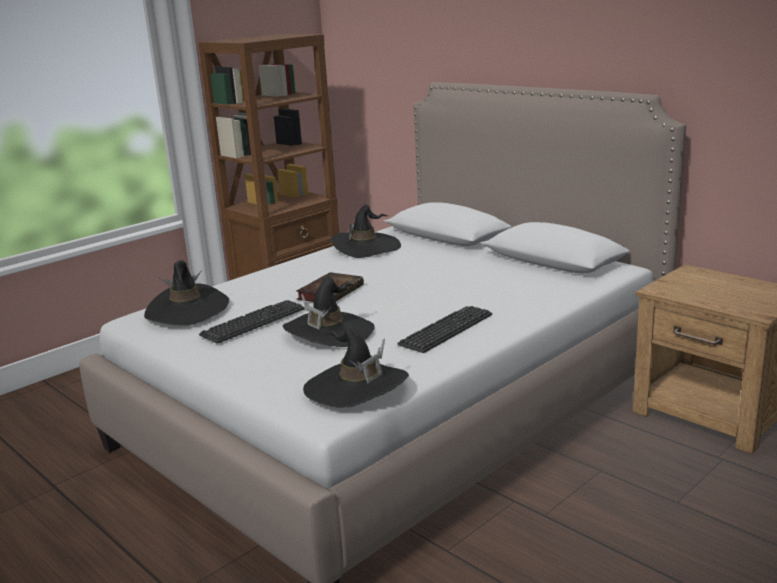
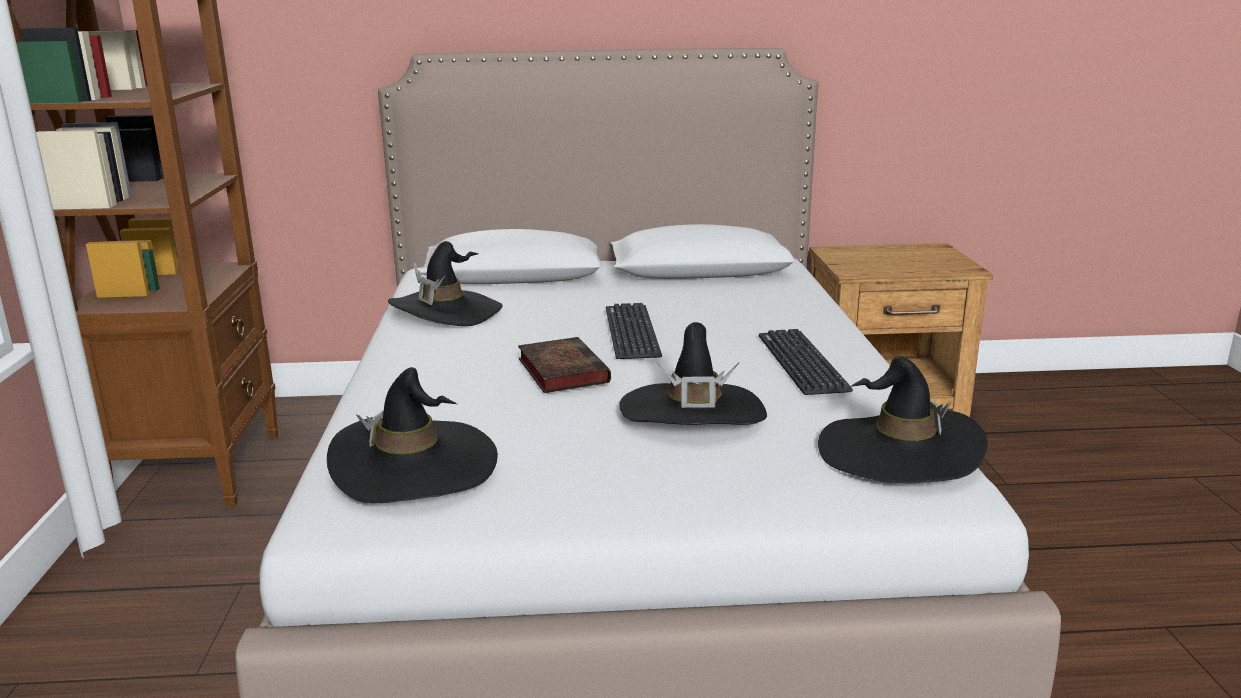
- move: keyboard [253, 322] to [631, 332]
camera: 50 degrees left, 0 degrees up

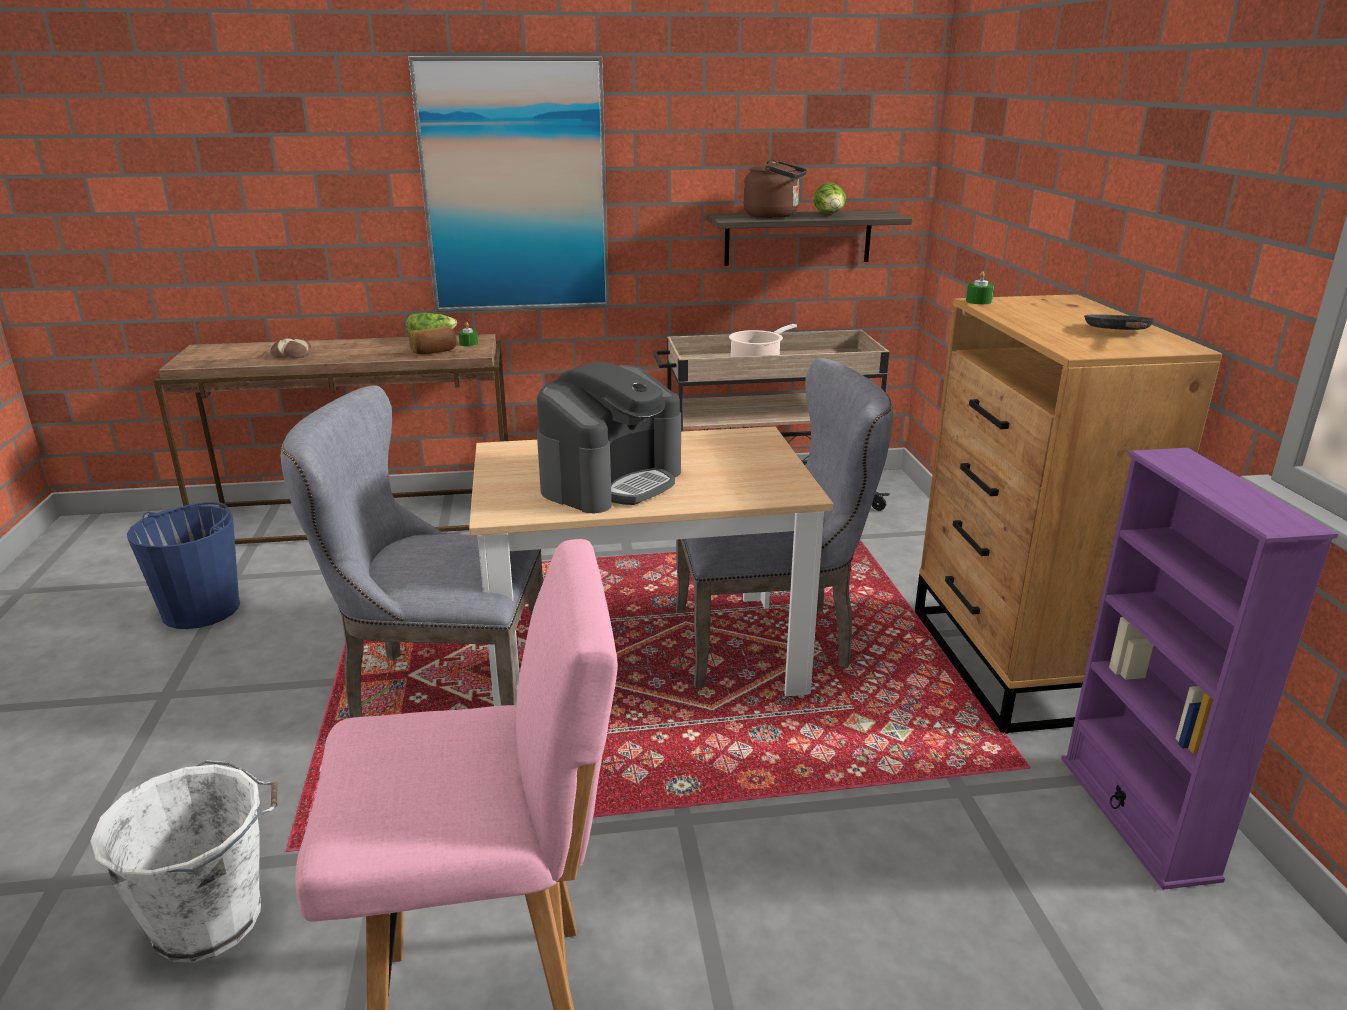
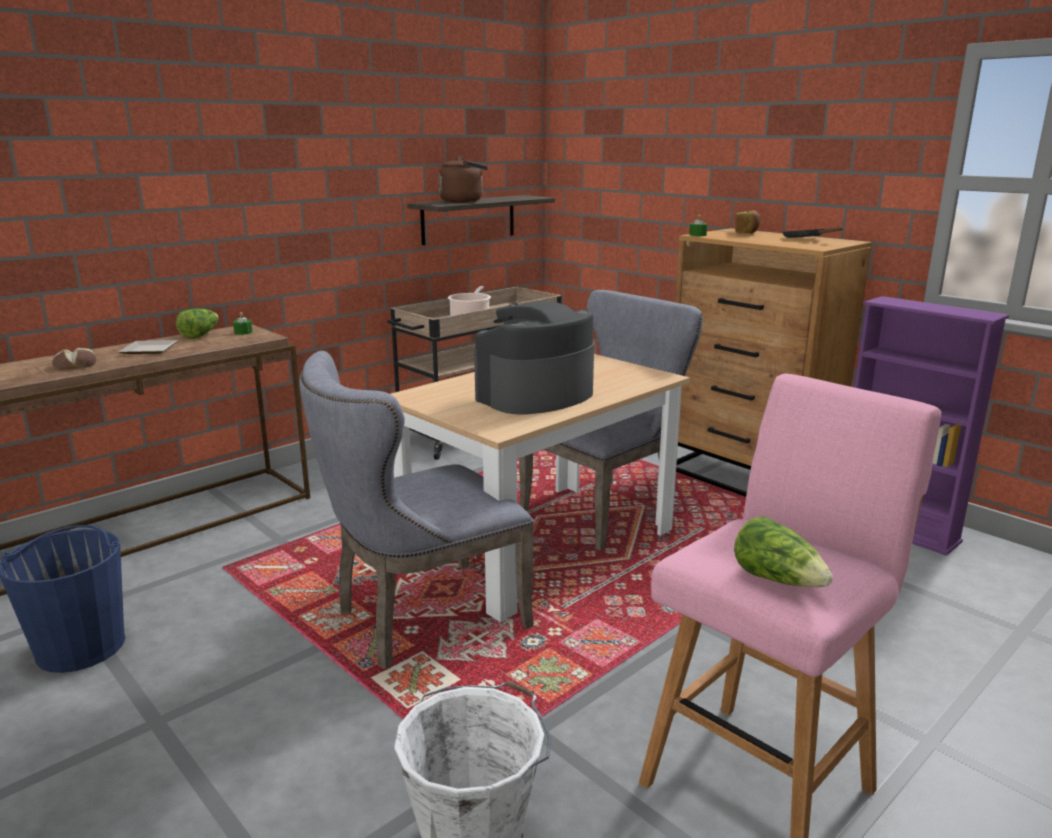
- insert: plate [151, 349]
- rotate: coffee machine [611, 481] = [535, 396] 135 degrees counterclockwise
- move: lettuce [830, 214] to [778, 580]
- move: bread [434, 352] to [746, 233]
- delete: picture [515, 188]
camera: 35 degrees left, 5 degrees down

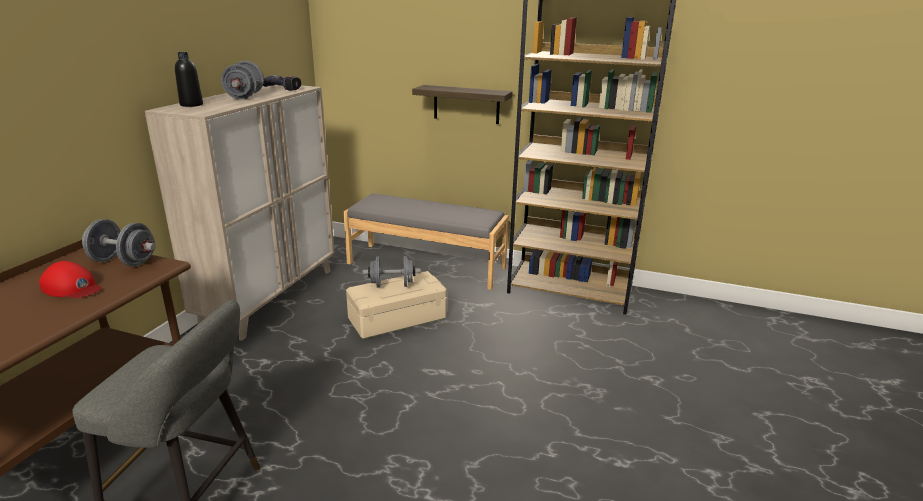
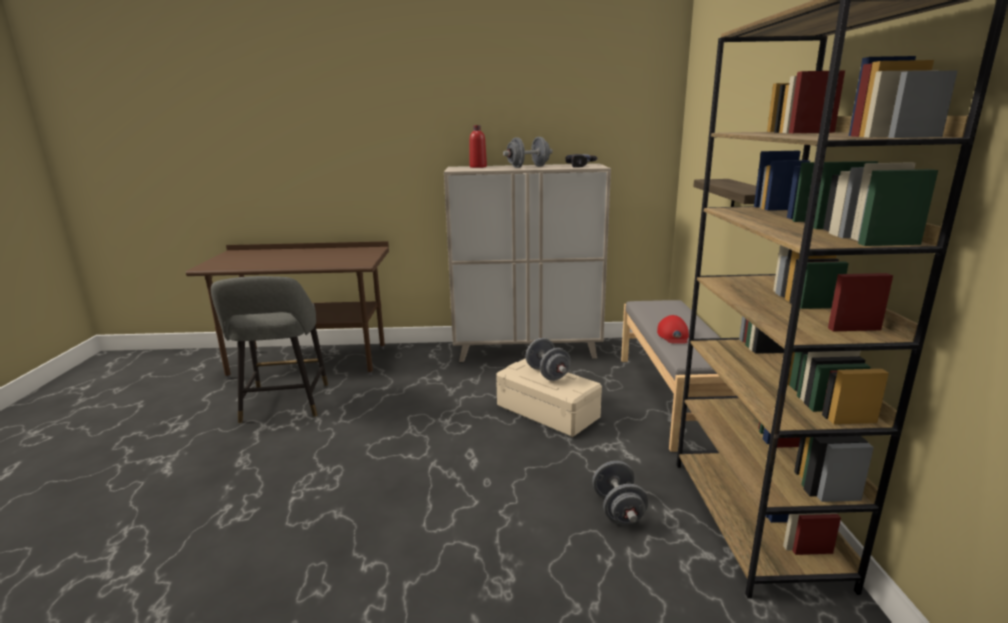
- recolor: black bottle [191, 105] to red bottle [478, 167]
- move: grey dumbbell [123, 262] to [618, 509]
- move: red cap [72, 287] to [673, 335]
camera: 70 degrees right, 5 degrees down

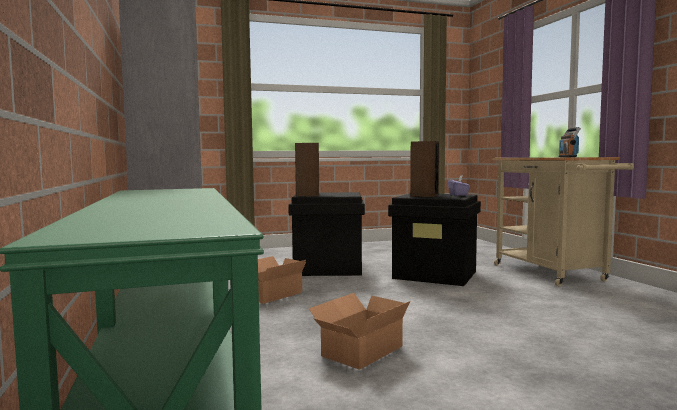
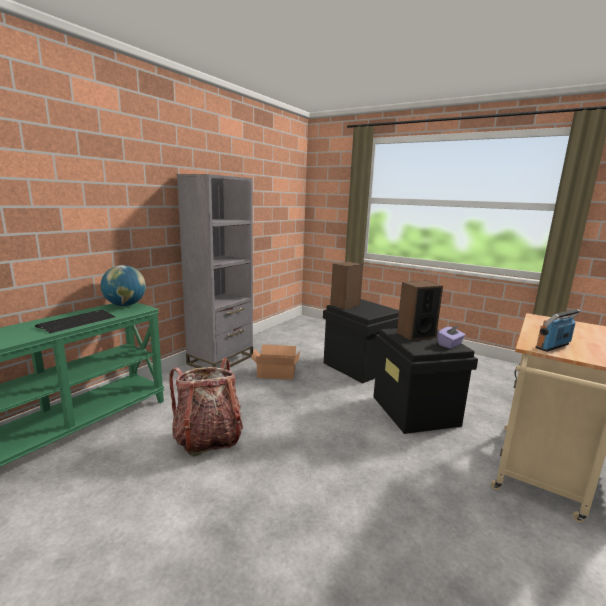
- insert: keyboard [77, 322]
- insert: globe [125, 305]
- replace: cardboard box [359, 351] to backpack [208, 438]
camera: 50 degrees right, 10 degrees up

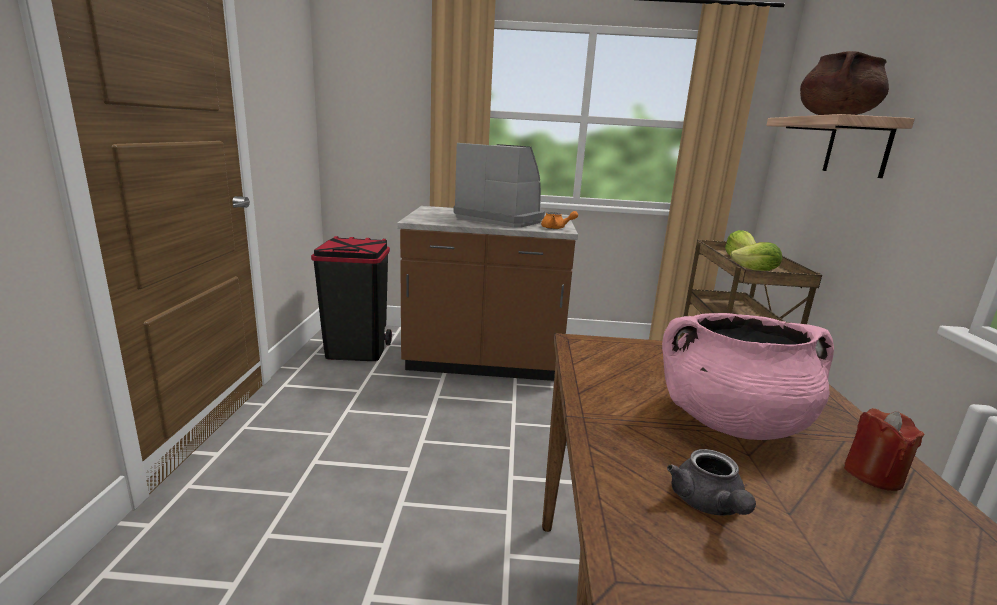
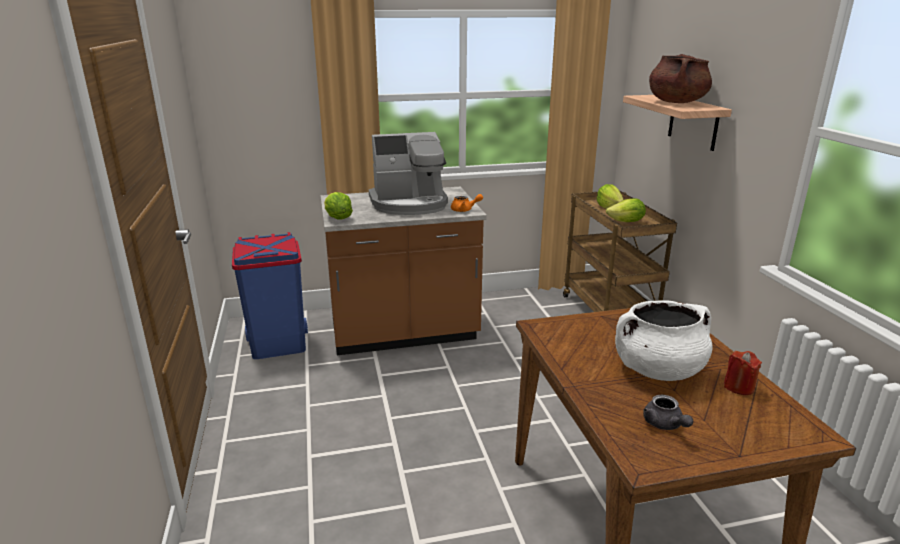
- recolor: black trash can [356, 350] to blue trash can [278, 344]
- insert: lettuce [337, 218]
- rotate: coffee machine [501, 219] = [409, 204] 150 degrees clockwise
- recolor: pink cooking pot [730, 422] to white cooking pot [657, 370]
camera: 15 degrees left, 5 degrees up

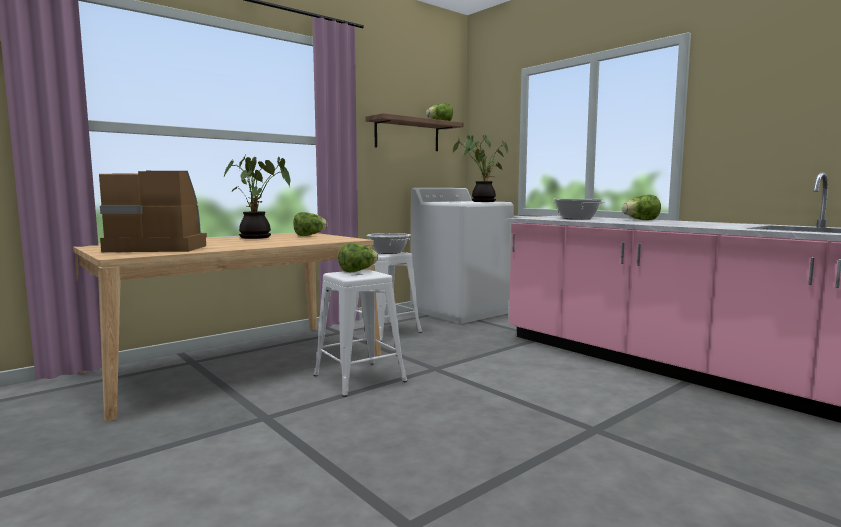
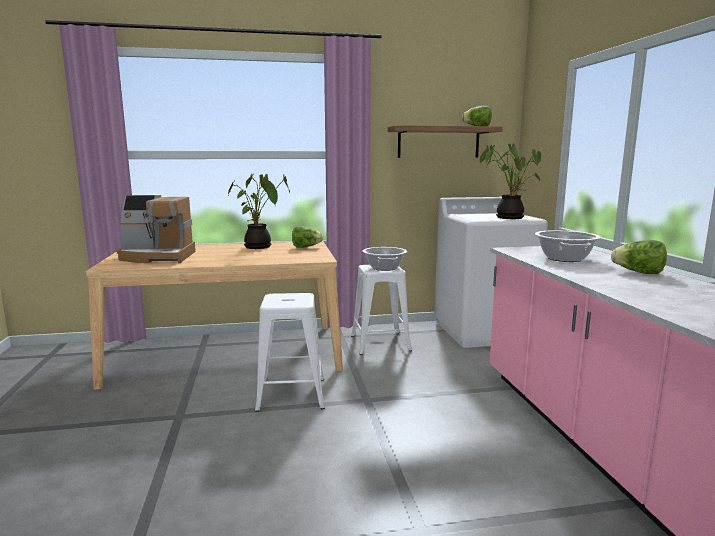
- rotate: coffee machine [158, 247] = [158, 257] 150 degrees clockwise
- delete: lettuce [357, 271]
camera: 30 degrees right, 5 degrees up

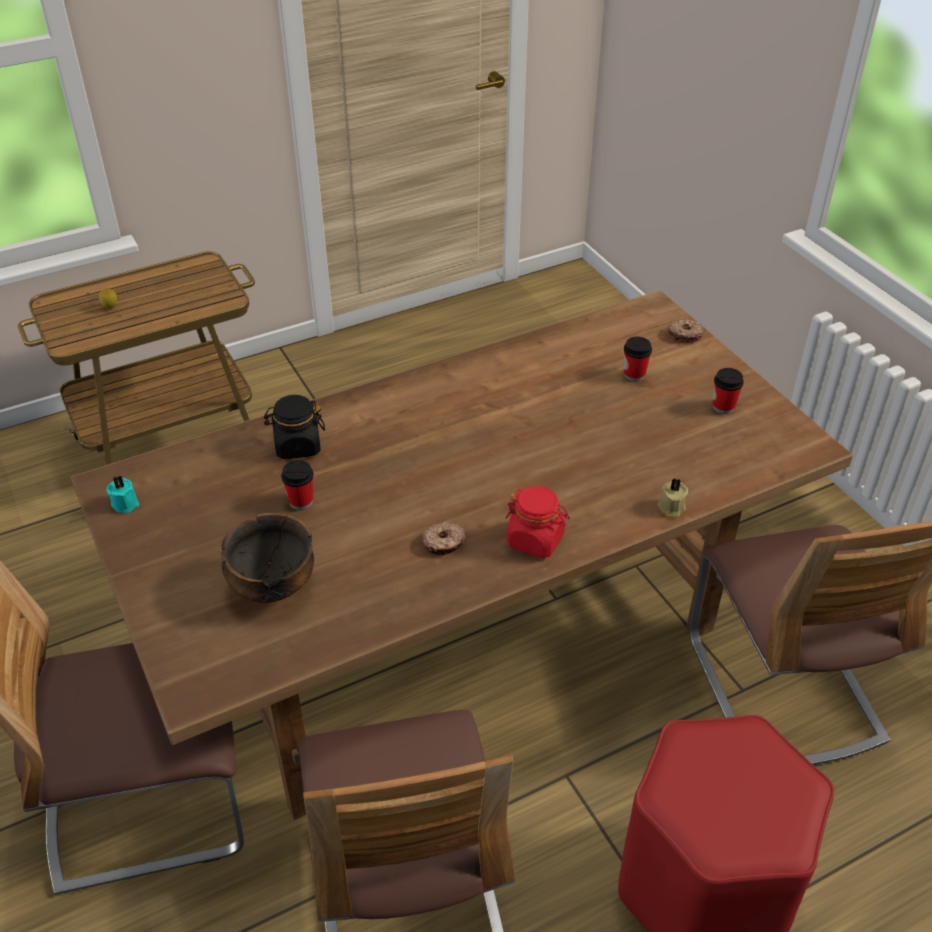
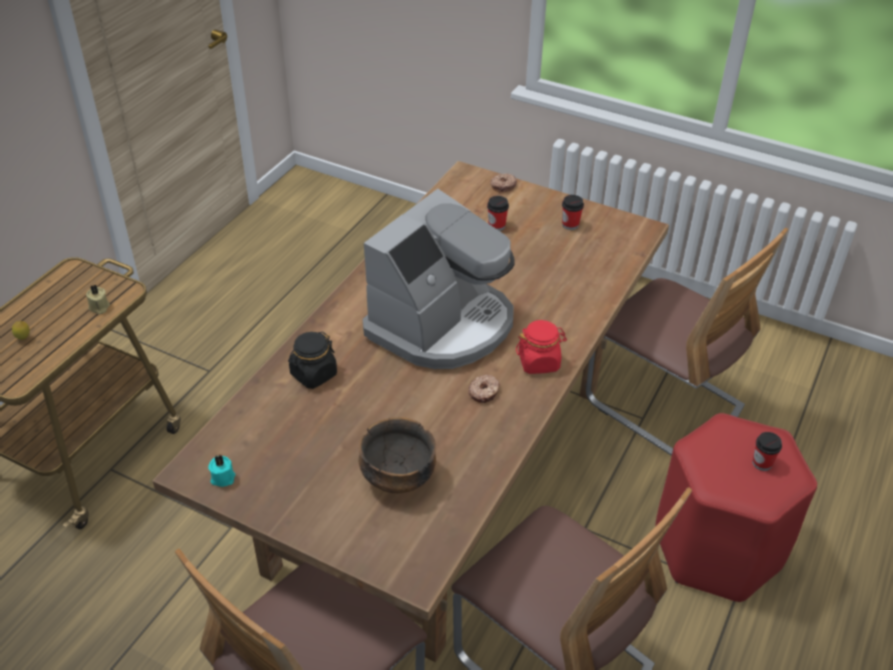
- move: beige candle [671, 508] to [99, 307]
- insert: coffee machine [442, 325]
- move: cup [301, 501] to [762, 463]
camera: 35 degrees left, 0 degrees up

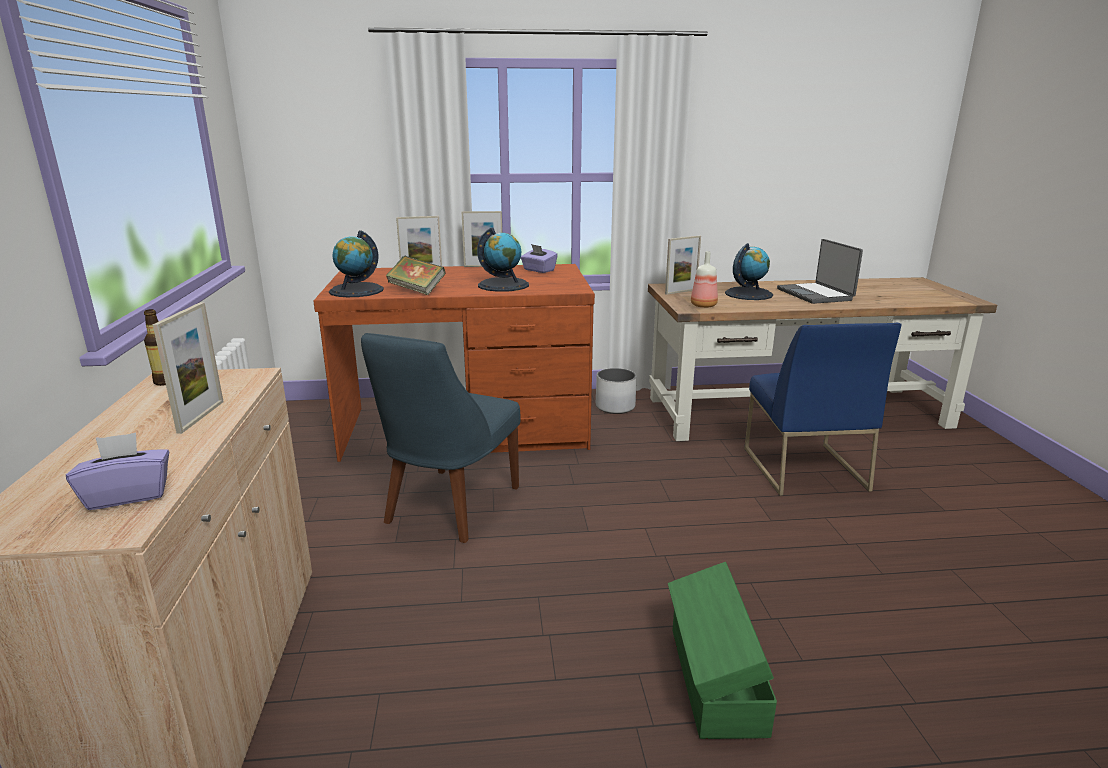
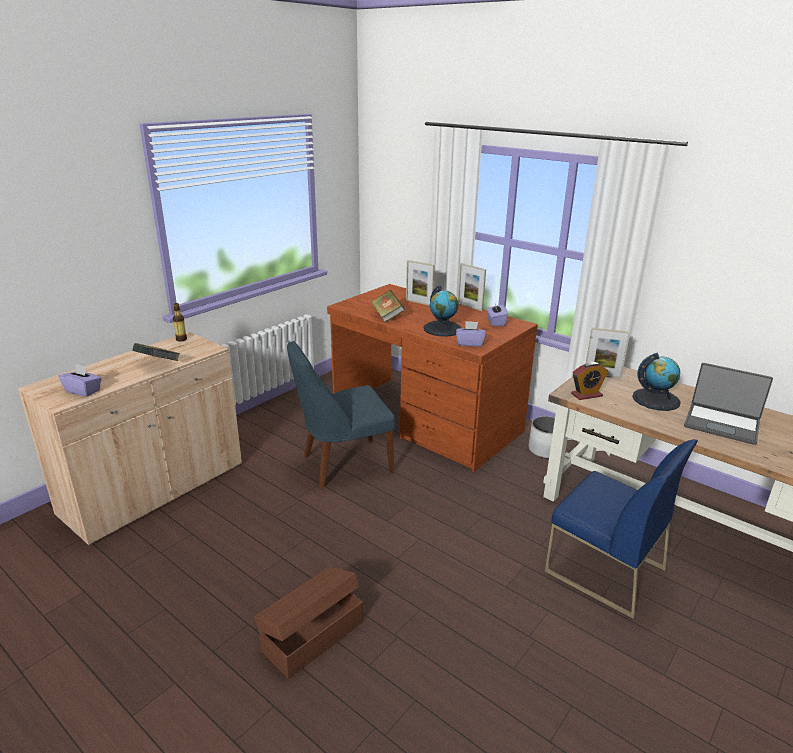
- replace: picture frame [201, 416] to book [158, 364]
- recolor: green storage box [714, 680] to brown storage box [311, 636]
- insert: purple tissue box [470, 343]
- rotate: blue chair [802, 468] = [604, 570] 90 degrees counterclockwise
- replace: bottle [703, 305] to alarm clock [586, 395]
- rotate: laptop [815, 294] = [721, 424] 90 degrees counterclockwise
- delete: globe [356, 290]
camera: 45 degrees right, 5 degrees up

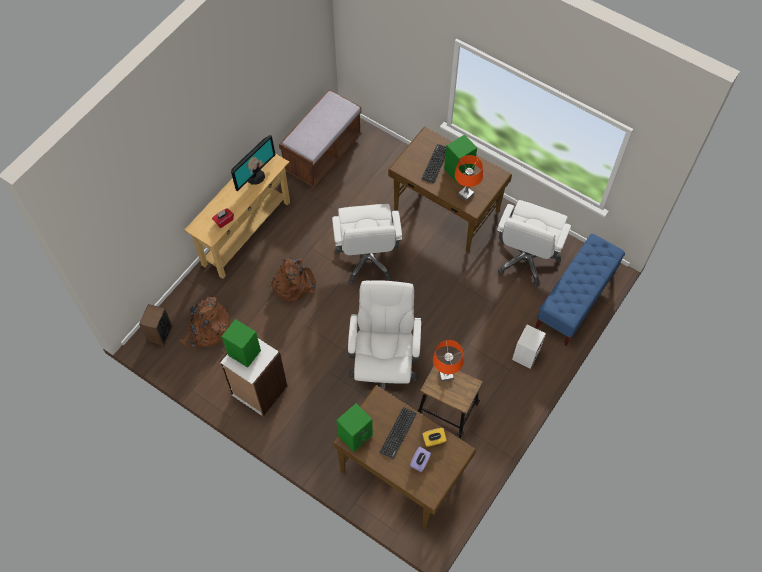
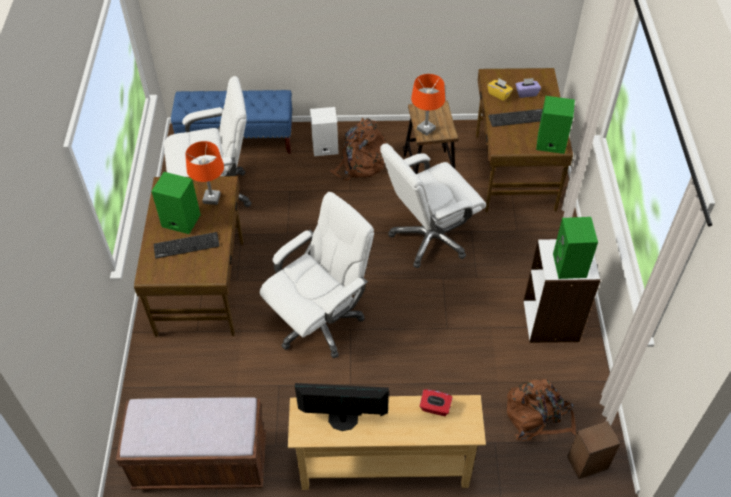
- move: brown backpack [293, 283] to [360, 163]
camera: 125 degrees left, 10 degrees down

